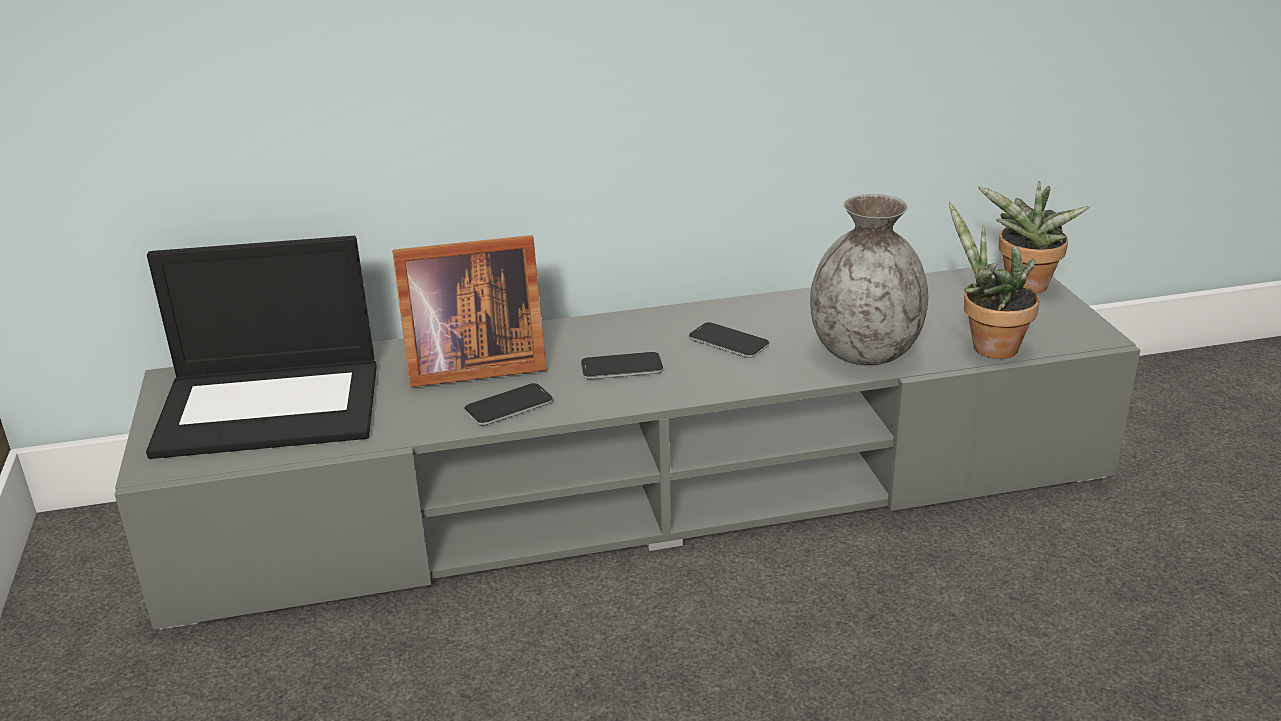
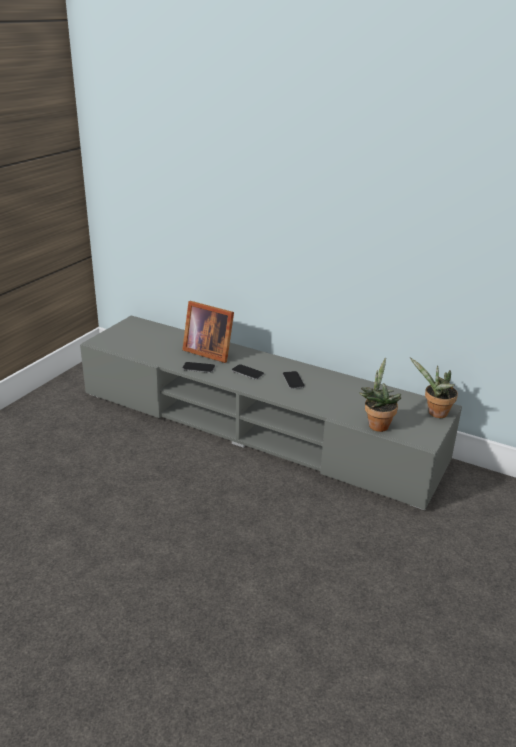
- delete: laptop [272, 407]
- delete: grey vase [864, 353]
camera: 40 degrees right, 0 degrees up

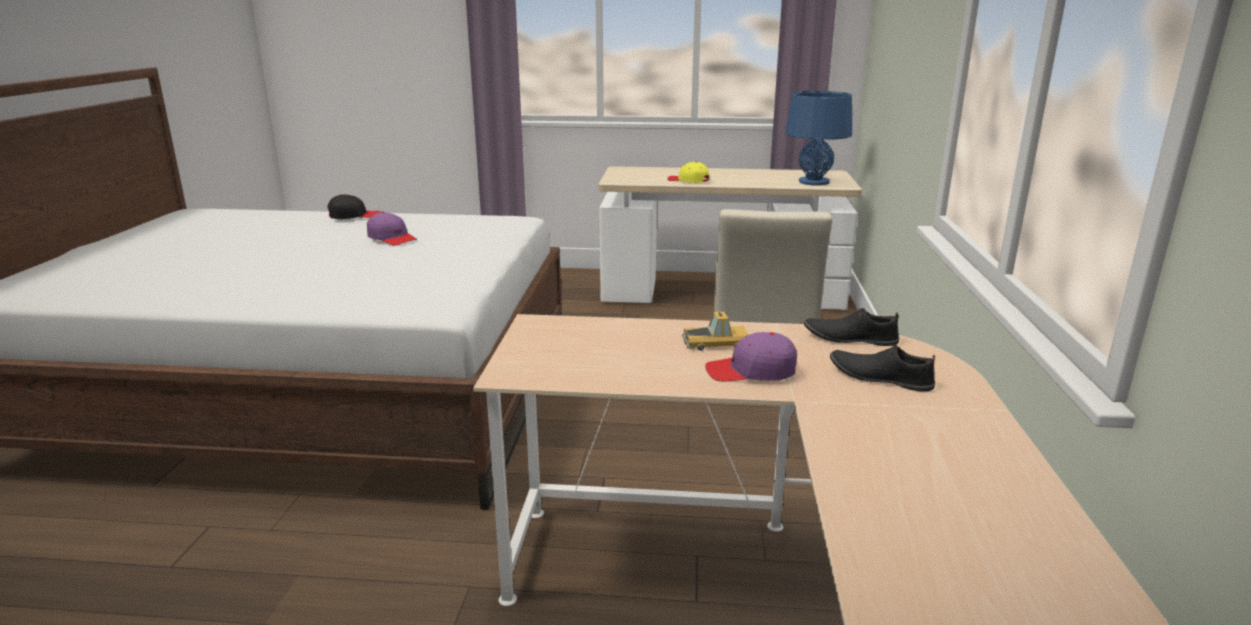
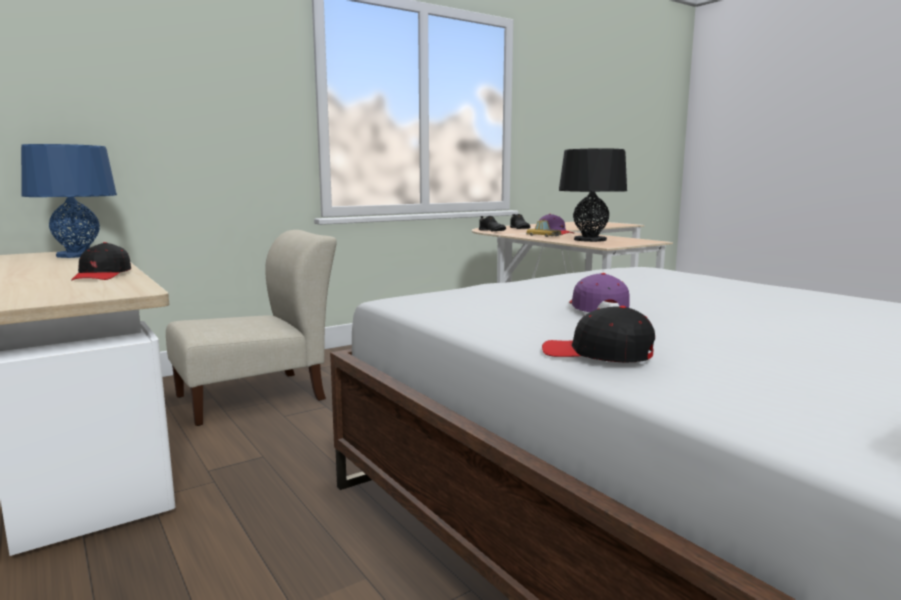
- recolor: yellow cap [688, 180] to black cap [102, 275]
- insert: black table lamp [590, 240]
camera: 130 degrees left, 10 degrees down

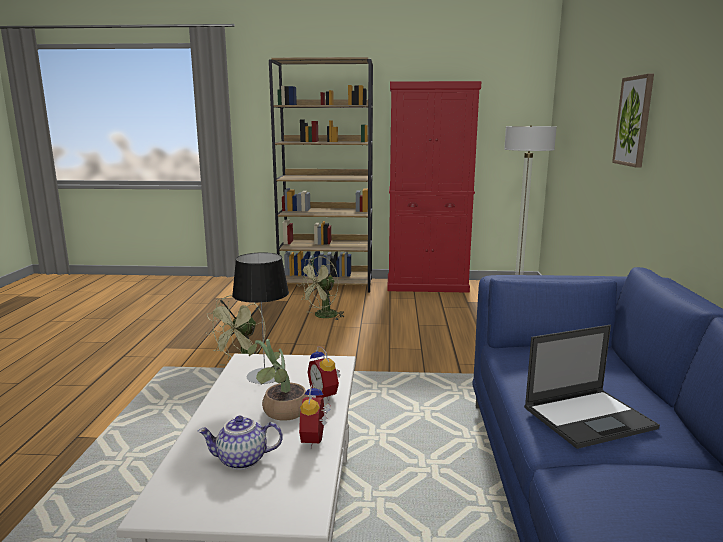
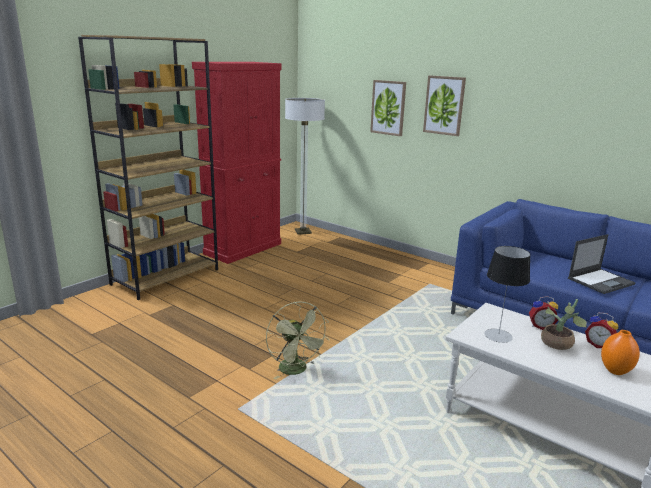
- insert: picture [388, 107]
- rotate: laptop [590, 417] = [601, 281] 45 degrees clockwise
- replace: teapot [241, 460] to orange vase [615, 371]
- delete: green fan [322, 316]
camera: 55 degrees left, 5 degrees up

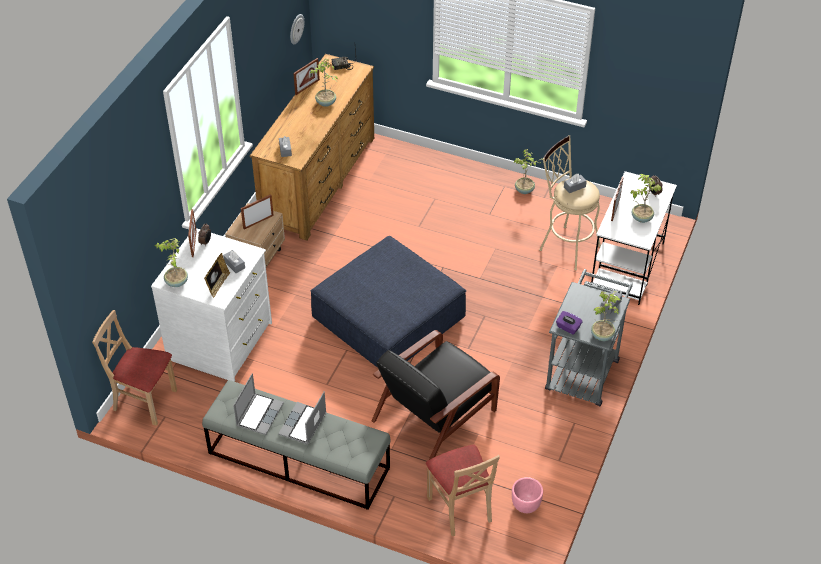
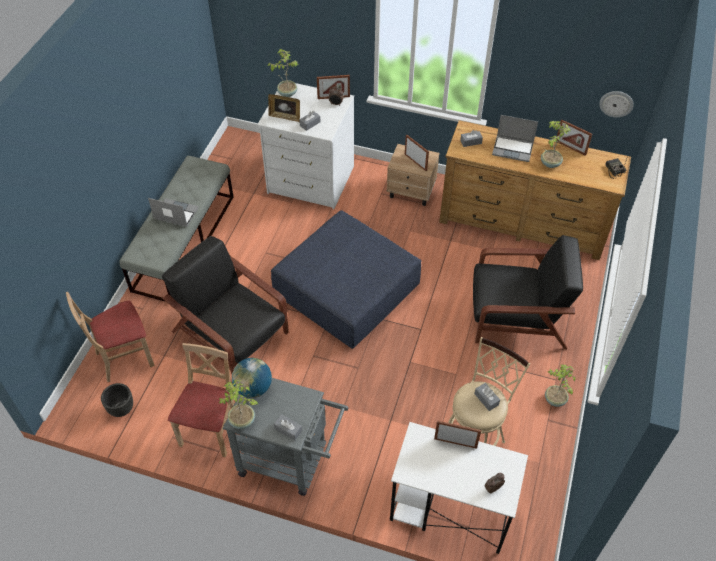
- recolor: pink planter [525, 506] to black planter [121, 409]
- move: beige chair [145, 401] to [210, 430]
- replace: purple tissue box [568, 328] to globe [253, 388]
- insert: black armchair [516, 315]
- move: laptop [259, 414] to [513, 149]
- delete: potted plant [641, 218]
camera: 85 degrees right, 5 degrees up

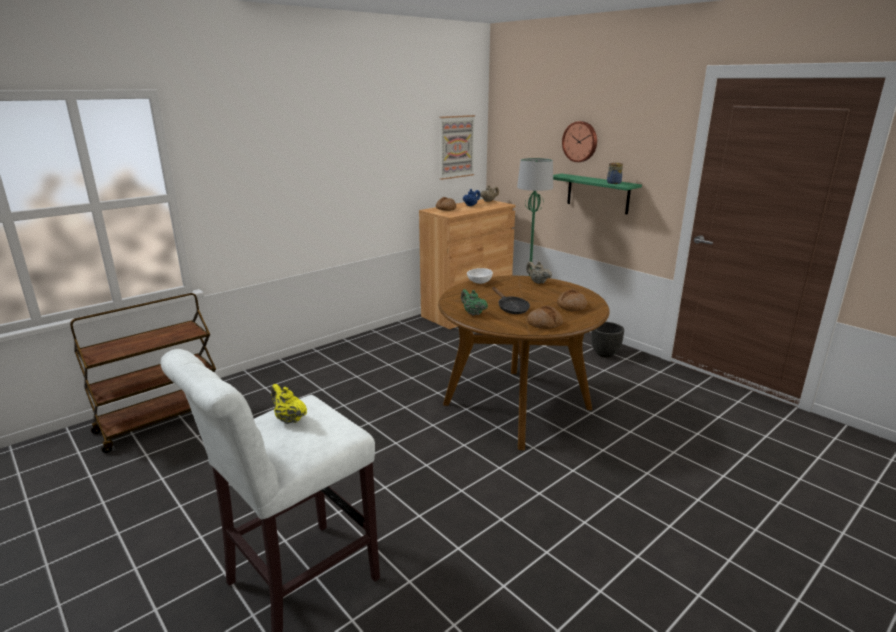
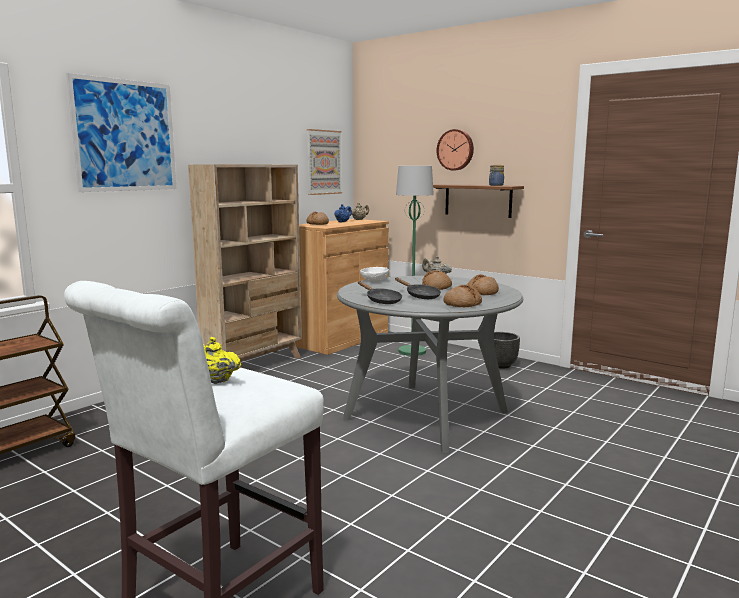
- insert: picture [125, 136]
- insert: beige bookcase [254, 365]
- recolor: brown dining table [517, 406] to grey dining table [426, 415]
- replace: green teapot [473, 313] to black frying pan [381, 300]
- insert: bread [436, 287]
- recolor: green shelf [598, 193] to brown shelf [478, 200]
camera: 10 degrees left, 10 degrees down

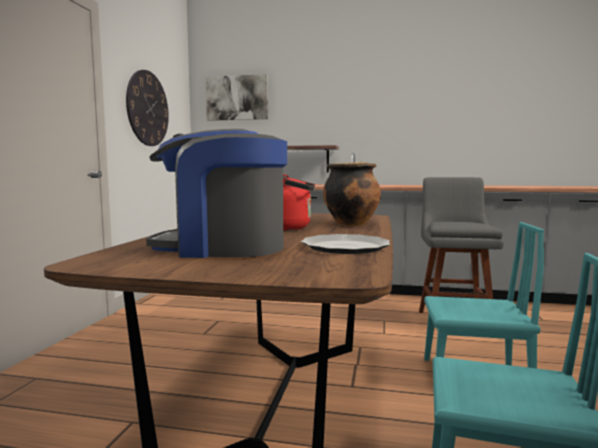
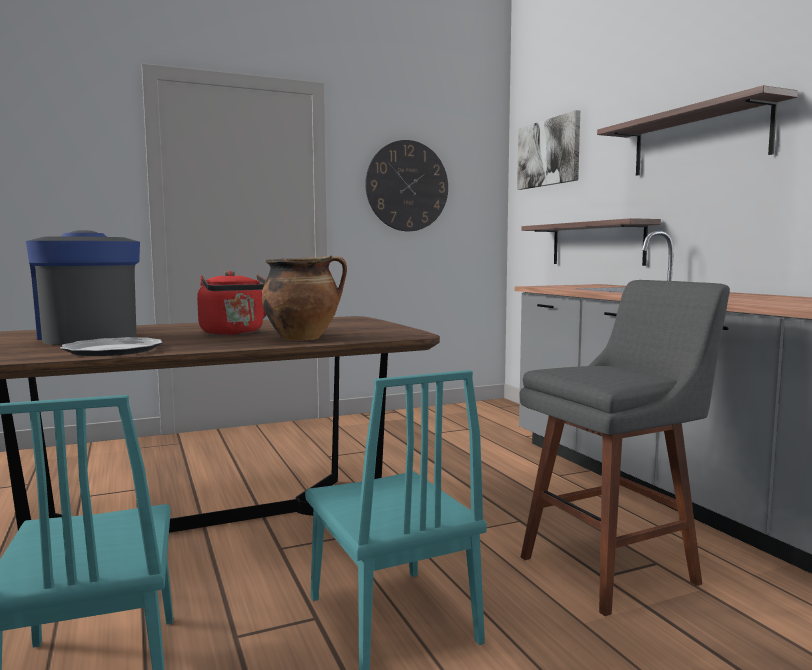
- insert: shelf [698, 140]
camera: 55 degrees right, 0 degrees up

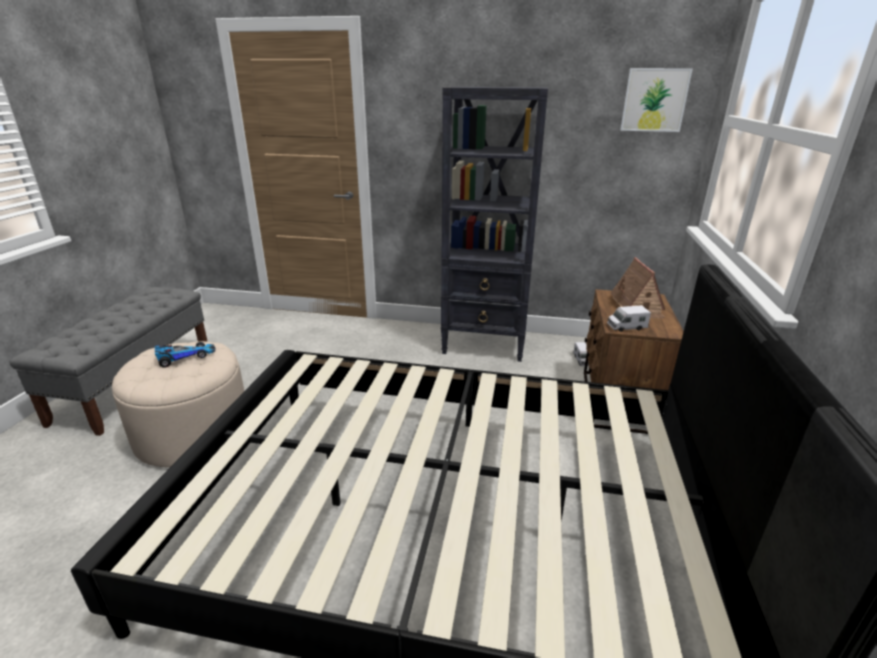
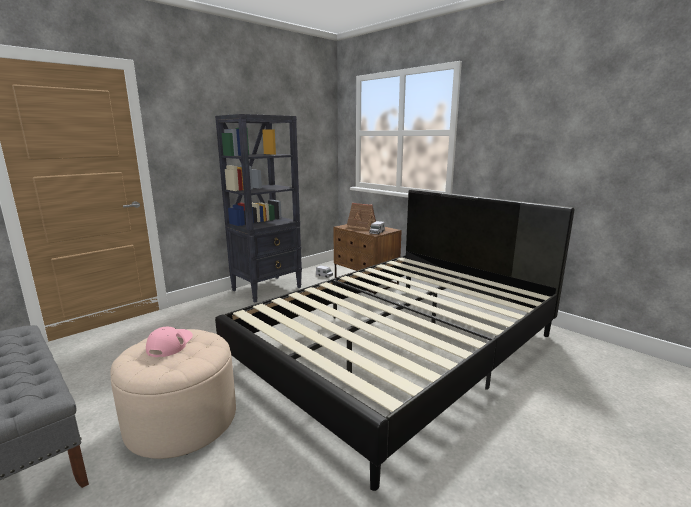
- replace: toy car [185, 356] to pink cap [170, 344]
- delete: picture [654, 100]
camera: 55 degrees left, 10 degrees down

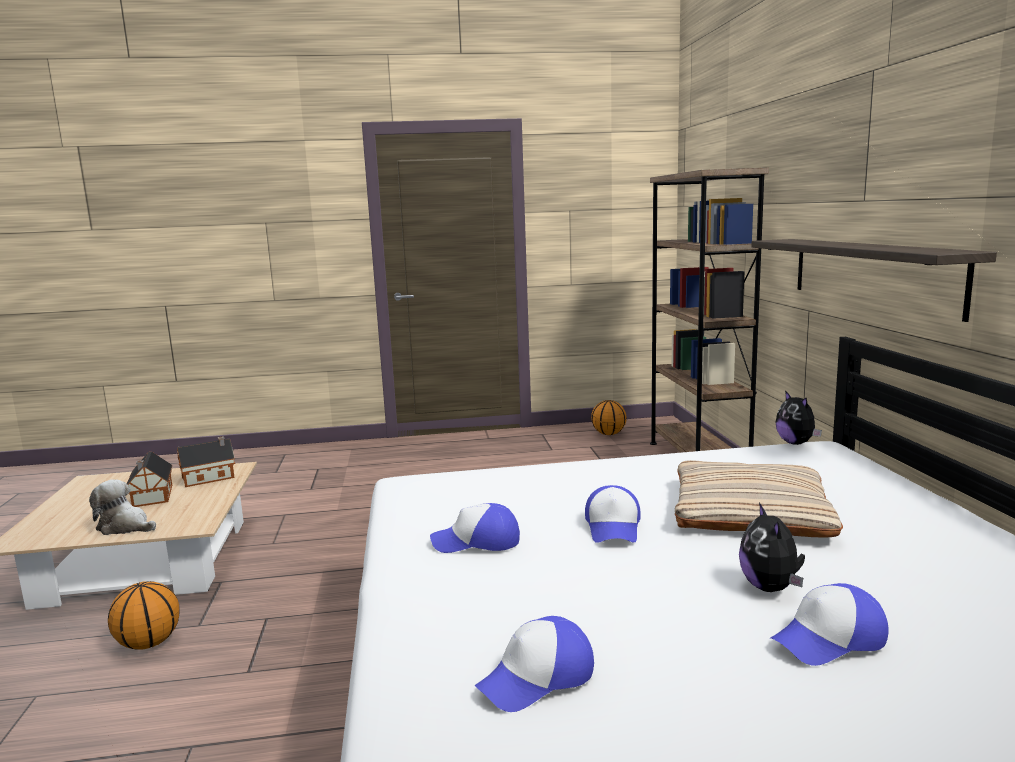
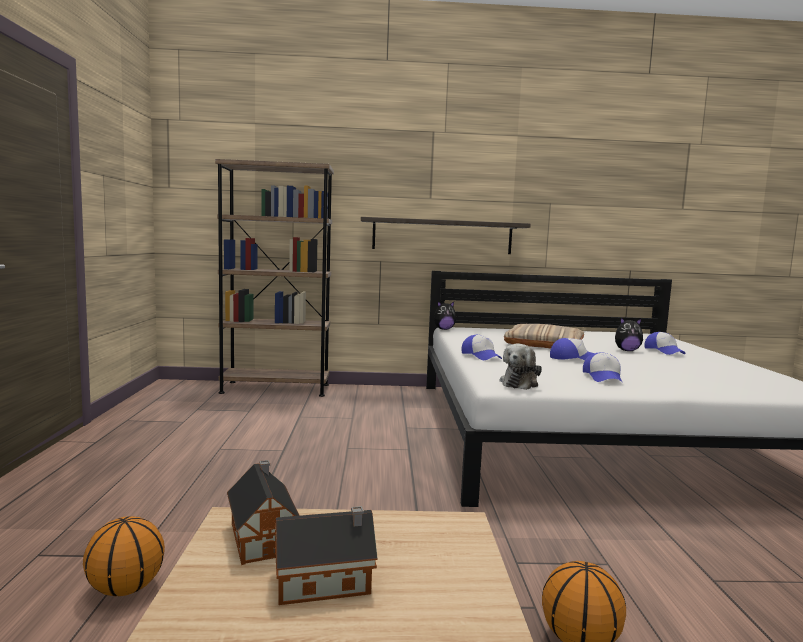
- move: basketball [609, 434] to [126, 588]
- move: cap [537, 678] to [481, 356]
- move: plush toy [125, 527] to [520, 383]
camera: 85 degrees left, 5 degrees down

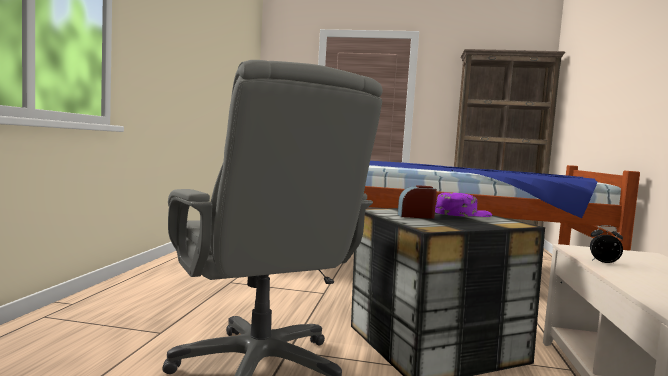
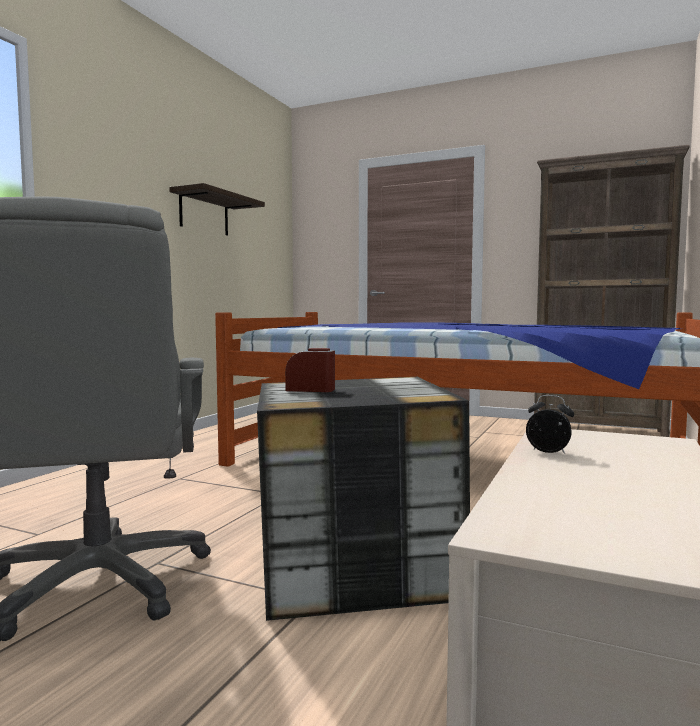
- insert: shelf [204, 213]
- delete: purple cap [462, 214]
camera: 15 degrees right, 0 degrees up

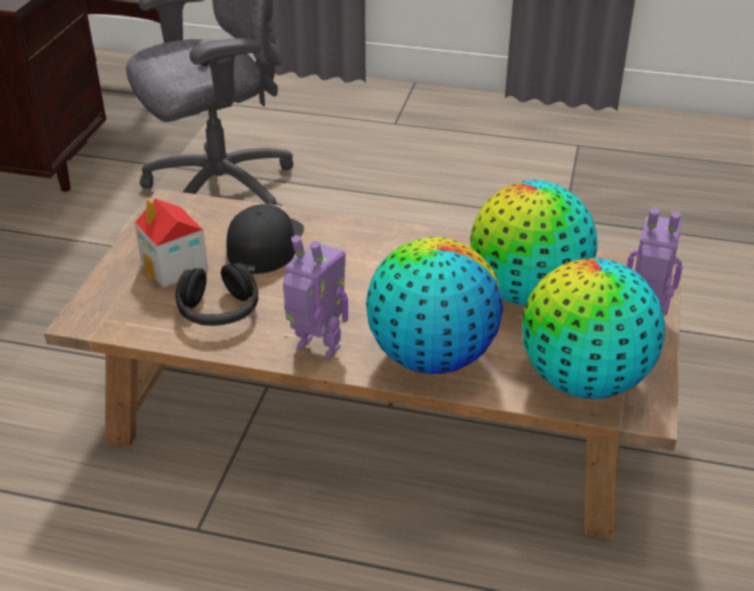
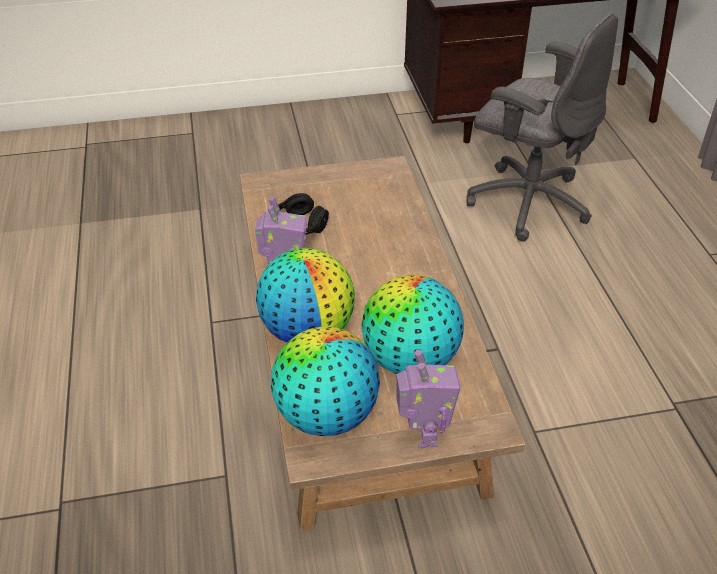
- delete: toy house [175, 267]
- delete: black cap [265, 244]
camera: 65 degrees right, 5 degrees up

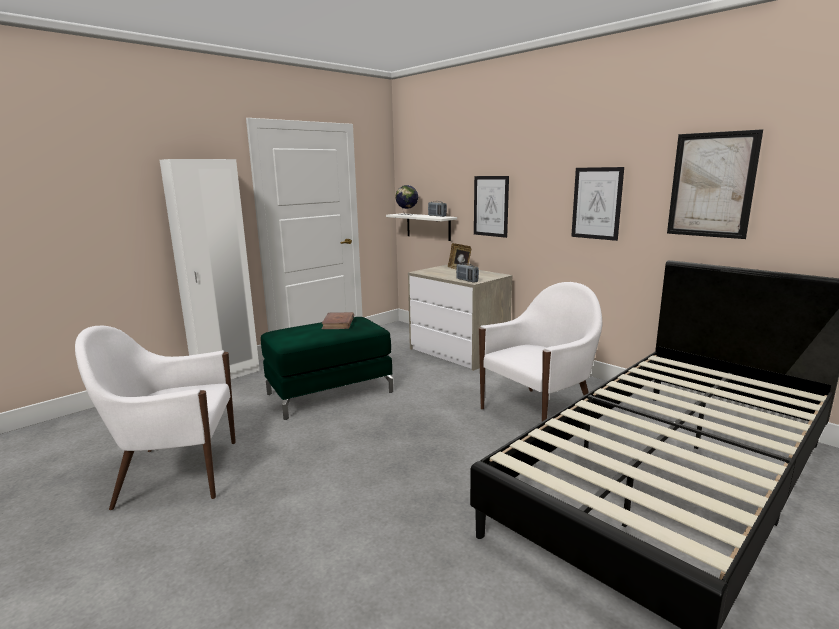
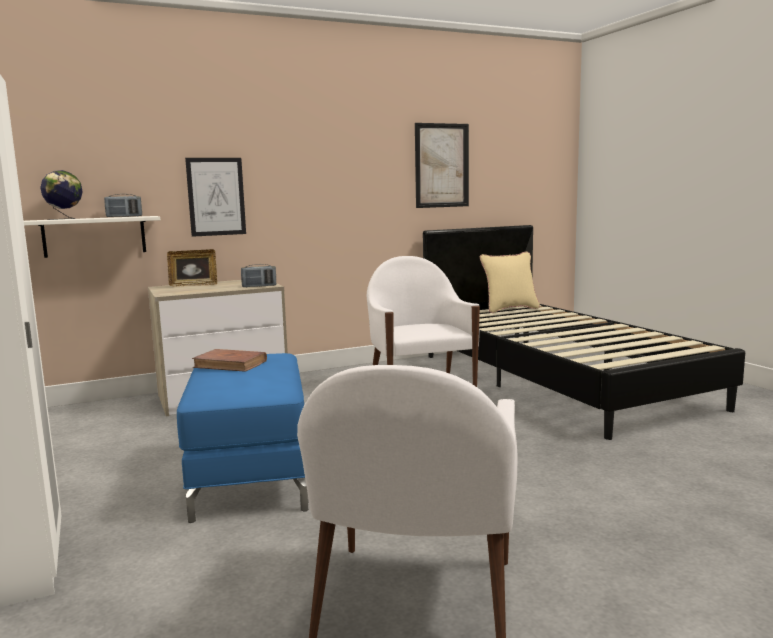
- recolor: green ottoman [330, 392] to blue ottoman [250, 474]
- insert: beige pillow [509, 309]
- delete: picture [596, 203]
camera: 70 degrees left, 5 degrees down

